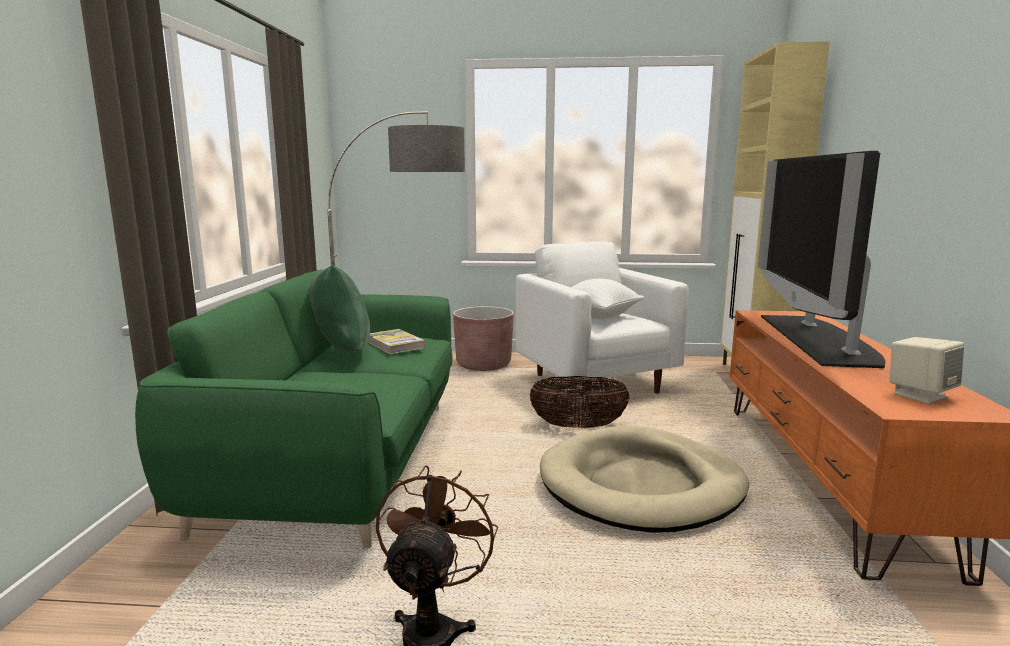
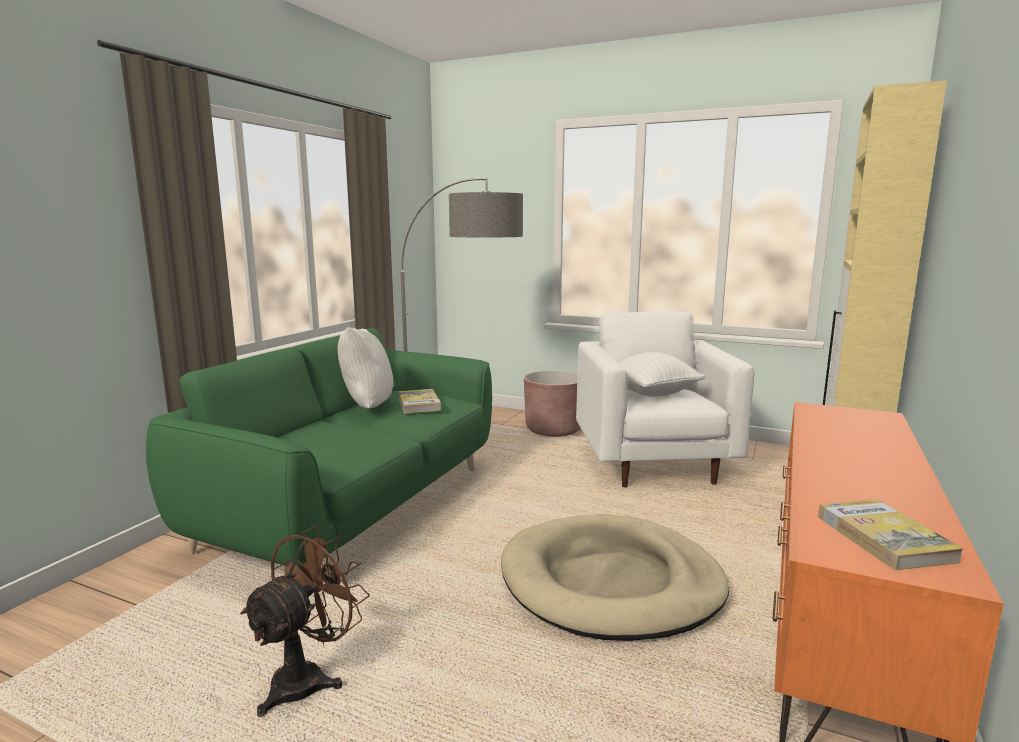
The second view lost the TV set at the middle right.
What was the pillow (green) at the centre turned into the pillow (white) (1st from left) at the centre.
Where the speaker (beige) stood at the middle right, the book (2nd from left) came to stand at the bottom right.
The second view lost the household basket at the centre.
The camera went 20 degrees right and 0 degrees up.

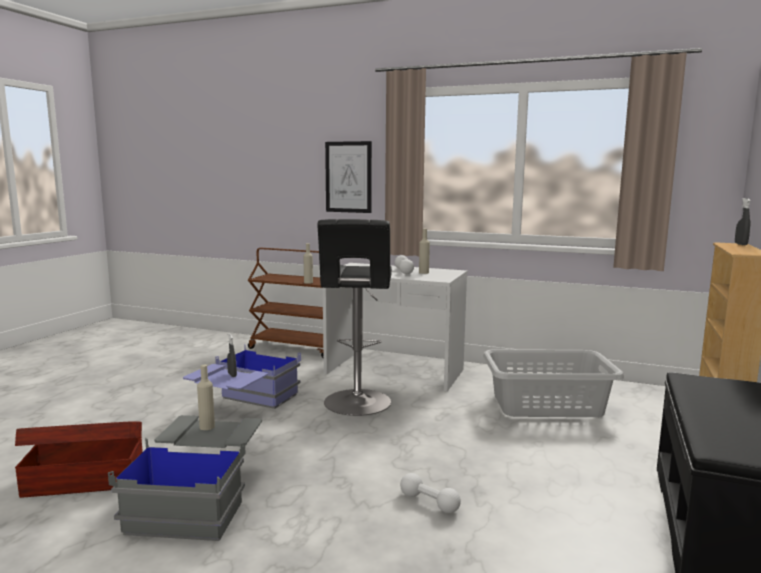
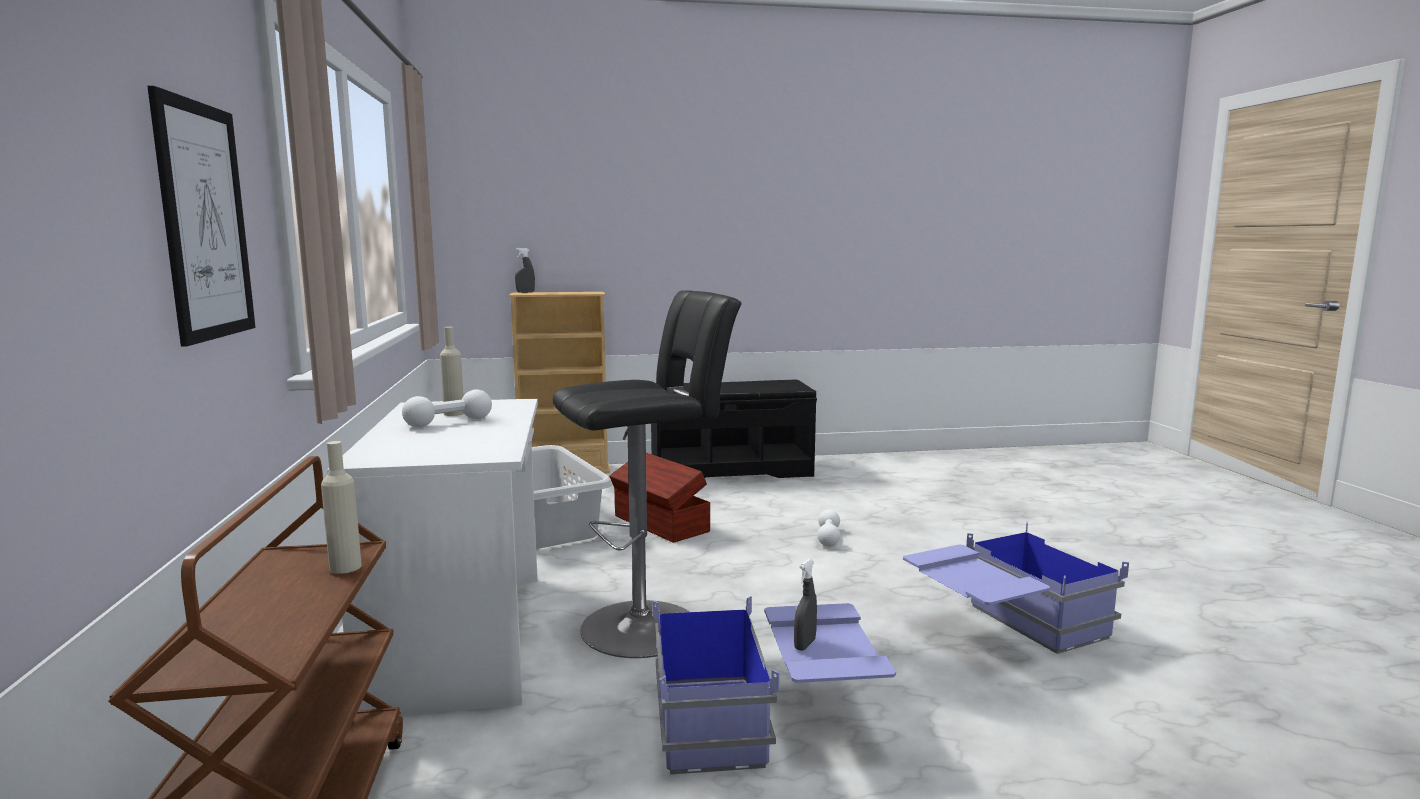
The second view lost the beverage bottle (beige) (1st from left) at the bottom left.
What was the storage box (grey) at the bottom left turned into the storage box (bluish) (2nd from left) at the bottom right.
The storage box (brown-coloured) ended up elsewhere, having gone from the bottom left to the centre.
The camera went 120 degrees left and 0 degrees up.

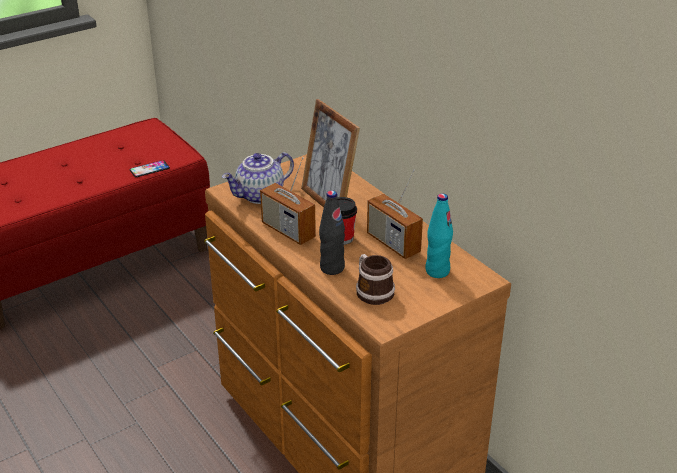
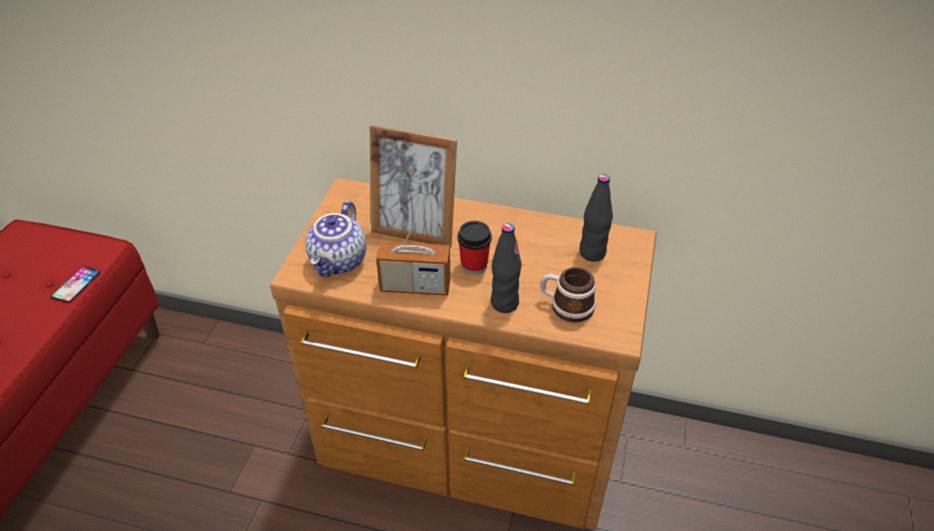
The second view lost the radio (2nd from left) at the centre.
What was the beverage bottle (blue-green) at the centre turned into the beverage bottle (black) (2nd from left) at the centre.
The camera went 40 degrees left and 10 degrees up.

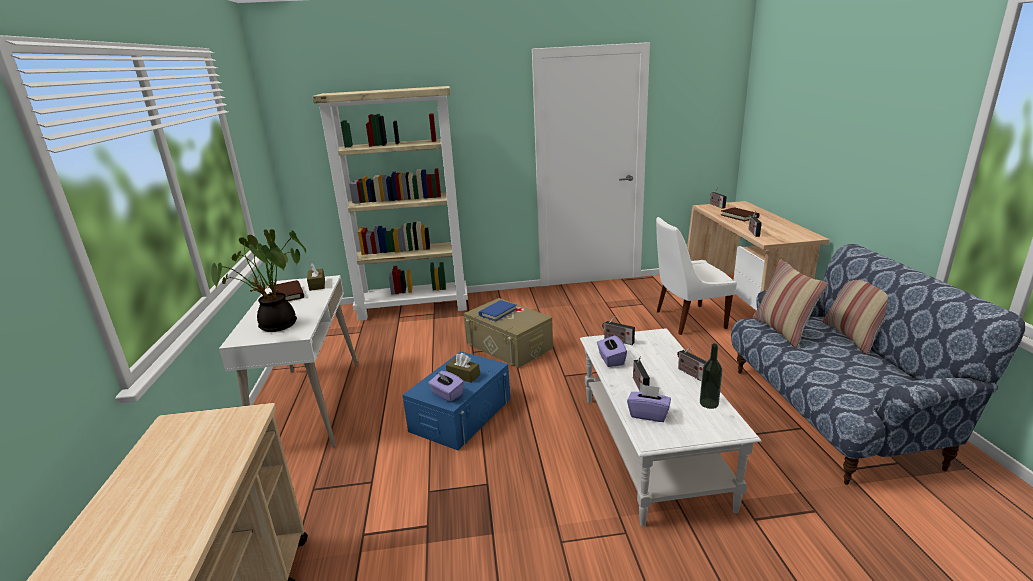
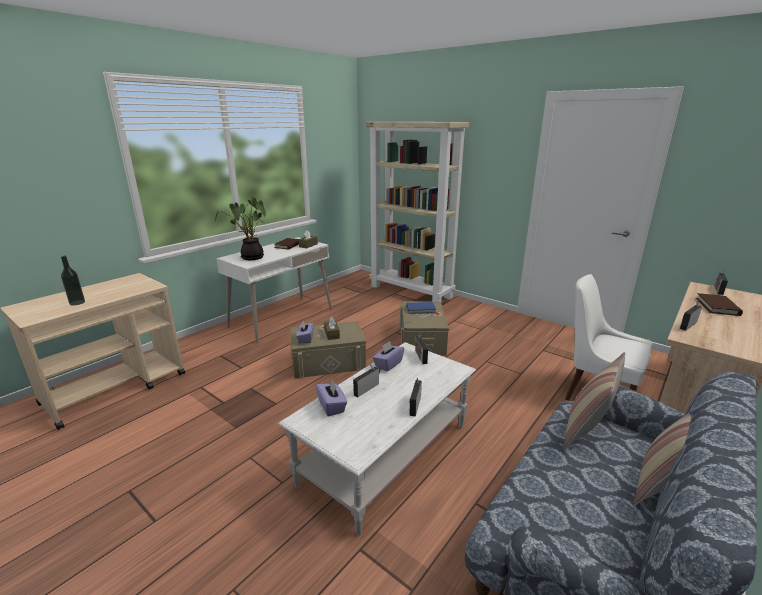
The beverage bottle ended up elsewhere, having gone from the middle right to the middle left.
What was the storage box (bluish) at the bottom centre turned into the storage box (beige) (1st from left) at the centre.
The camera went 45 degrees right and 0 degrees up.

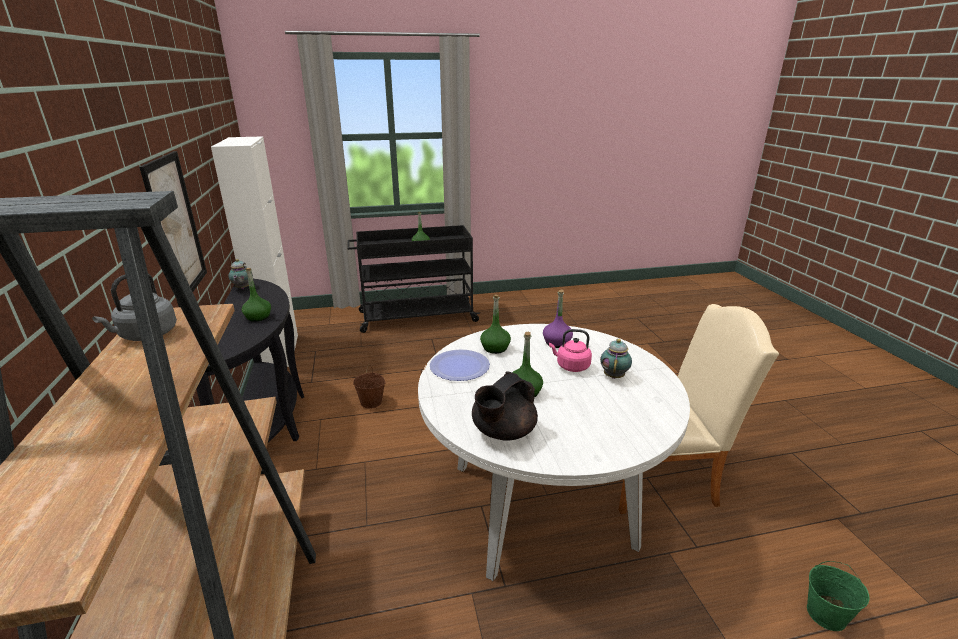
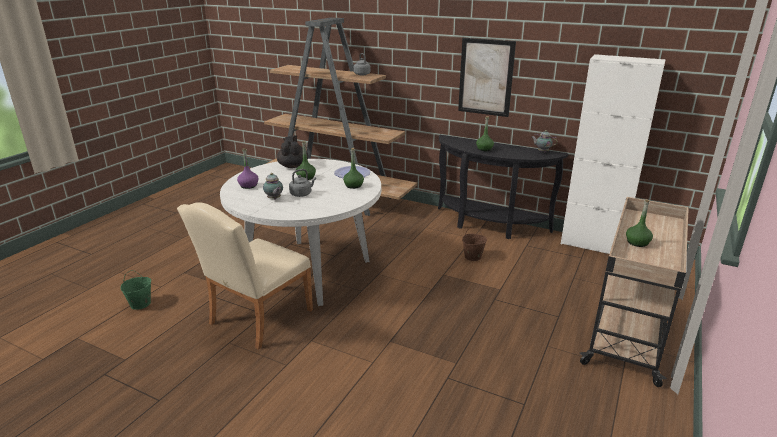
What was the trolley (black) at the centre turned into the trolley (beige) at the bottom right.
The beverage bottle (purple-coloured) ended up elsewhere, having gone from the centre to the middle left.
What was the kettle (pinkish) at the centre turned into the kettle (grey) (1st from left) at the centre.
The camera went 130 degrees right and 0 degrees up.

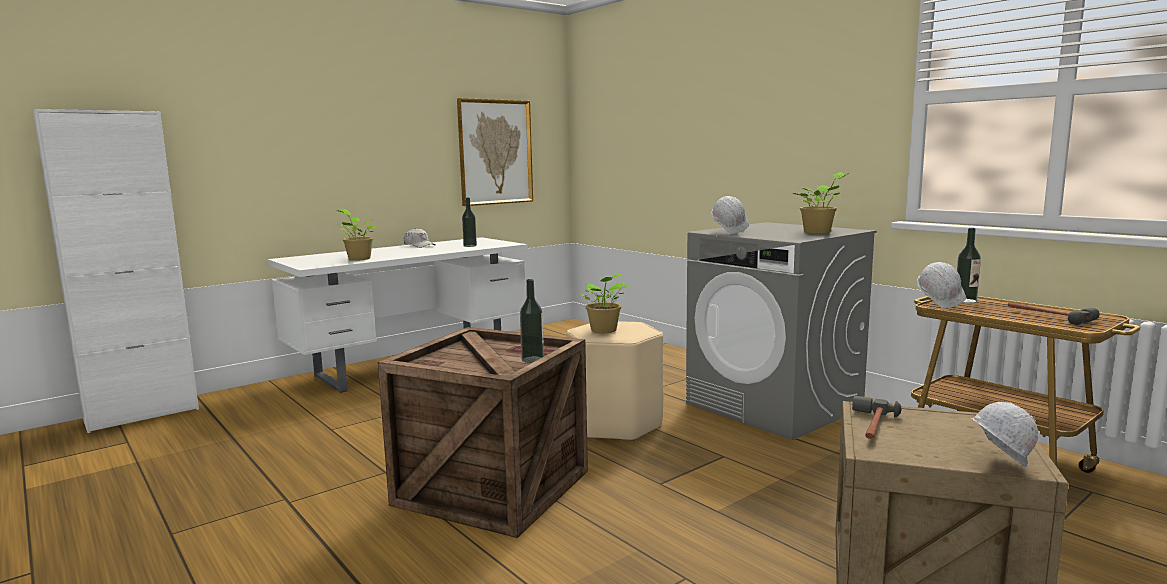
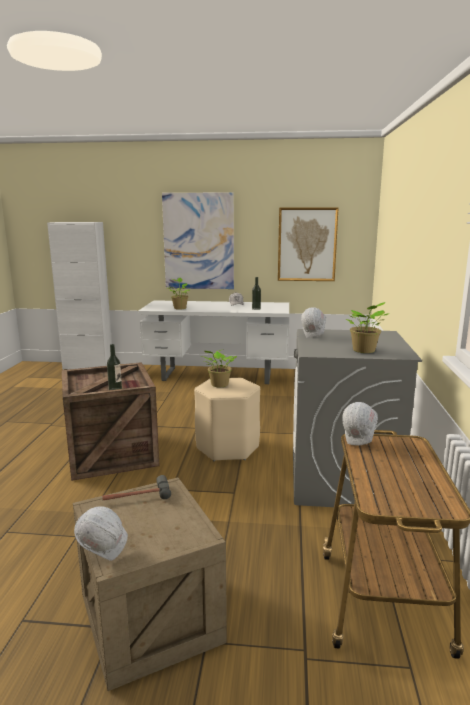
The second view lost the beverage bottle (3rd from left) at the middle right.
The second view lost the tool hammer (2nd from left) at the middle right.
The second view gained the picture (1st from left) at the centre.
The camera went 45 degrees right and 5 degrees up.

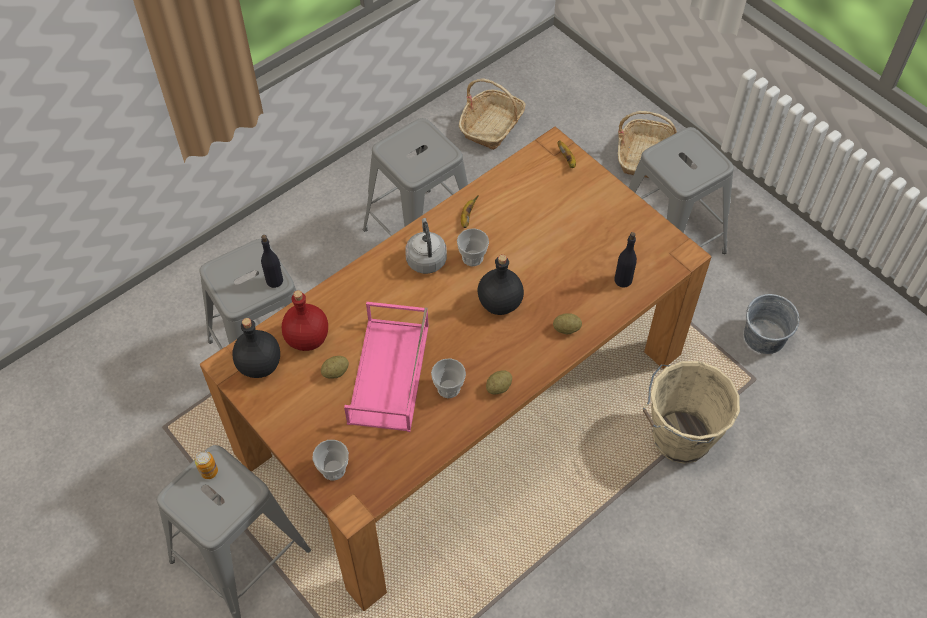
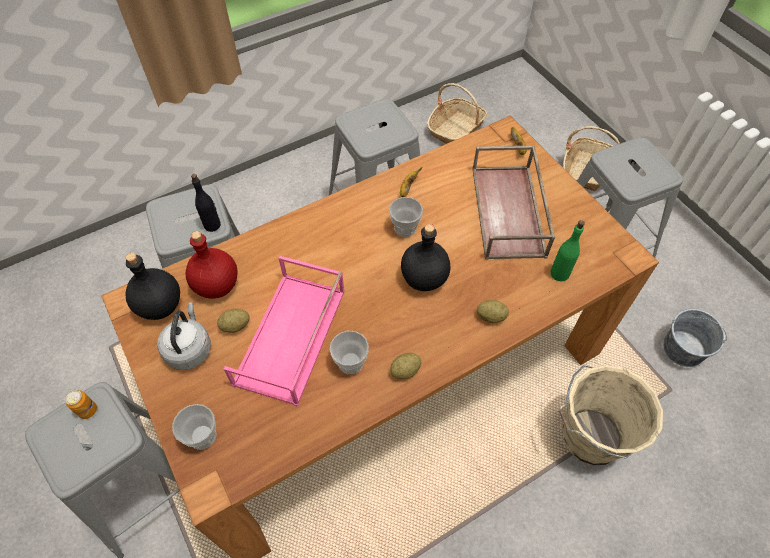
The kettle (grey) ended up elsewhere, having gone from the centre to the middle left.
What was the beverage bottle (black) (4th from left) at the middle right turned into the beverage bottle (green) at the middle right.
The second view gained the carrying tray (brown-coloured) at the centre.
The camera went 10 degrees right and 0 degrees up.

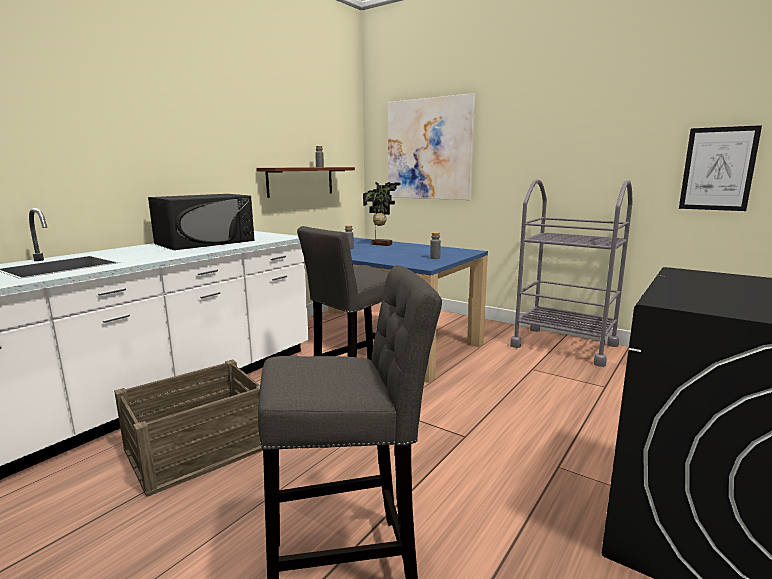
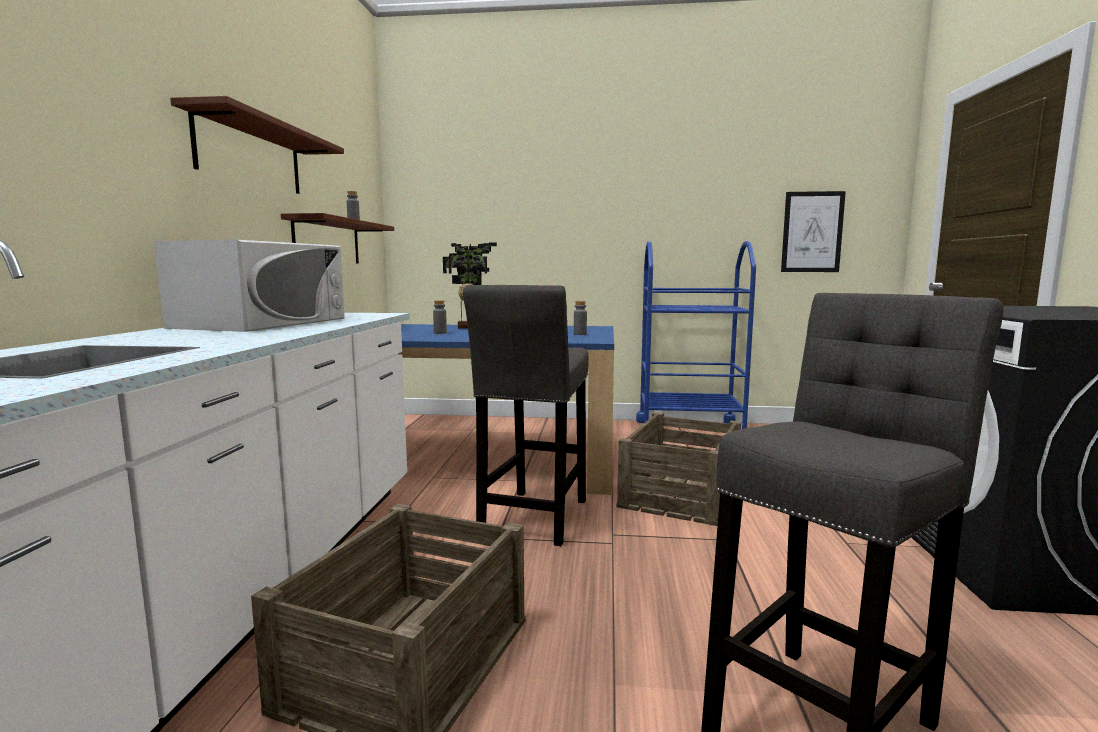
The second view lost the picture (1st from left) at the top centre.
What was the trolley (grey) at the middle right turned into the trolley (bluish) at the centre.
What was the microwave oven (black) at the middle left turned into the microwave oven (white) at the middle left.
The second view gained the shelf (brown-coloured) (1st from left) at the top left.
The second view gained the packing crate (2nd from left) at the centre.
The camera went 30 degrees left and 5 degrees down.

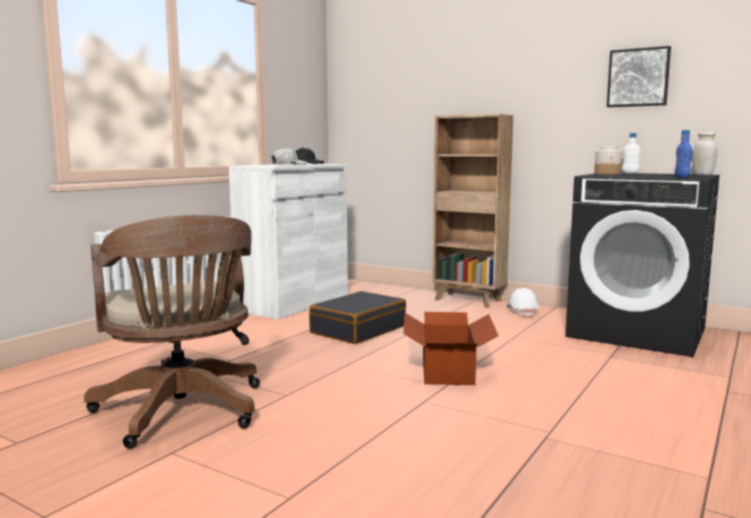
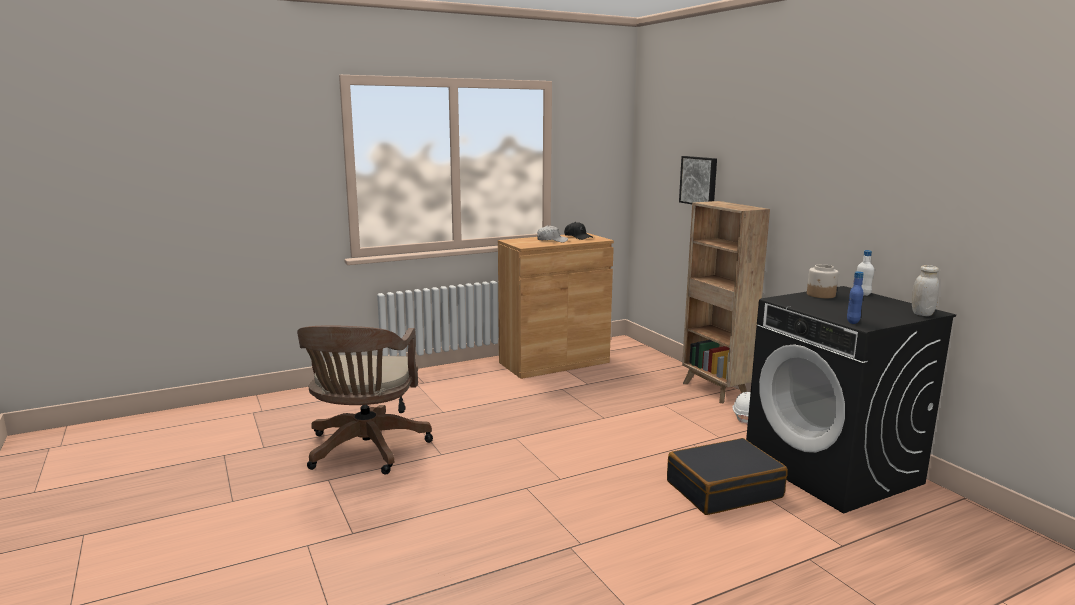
The picture ended up elsewhere, having gone from the top right to the top centre.
What was the storage cabinet (white) at the centre turned into the storage cabinet (brown-coloured) at the centre.
The travel case (black) ended up elsewhere, having gone from the centre to the bottom right.
The second view lost the carton at the bottom centre.
The camera went 30 degrees right and 5 degrees up.

